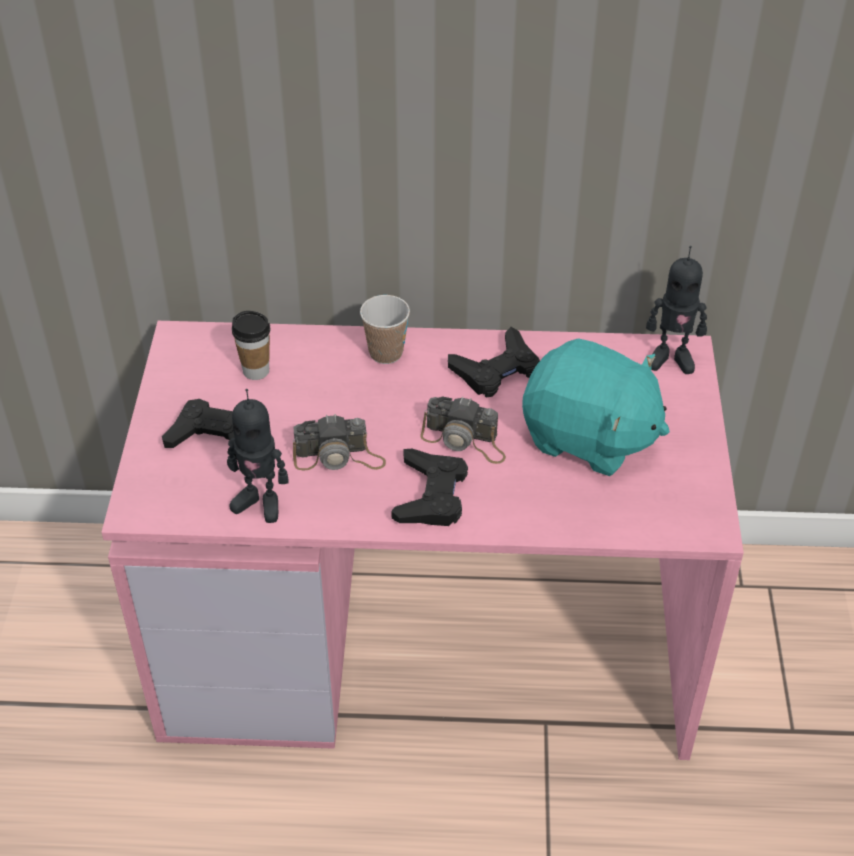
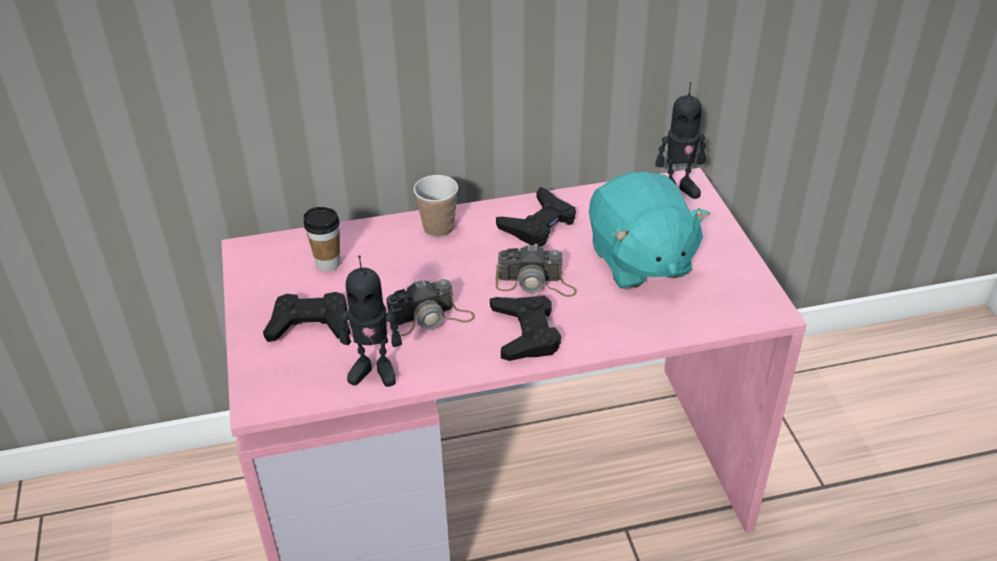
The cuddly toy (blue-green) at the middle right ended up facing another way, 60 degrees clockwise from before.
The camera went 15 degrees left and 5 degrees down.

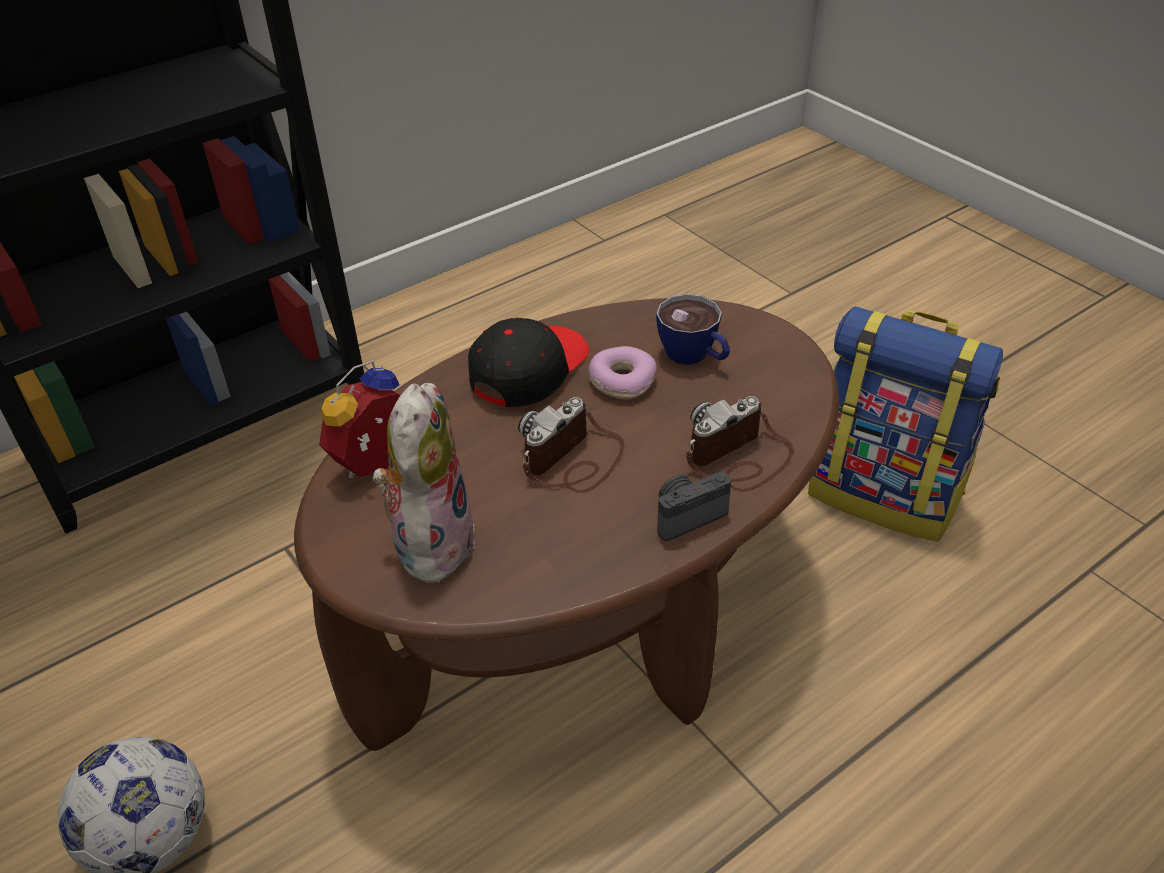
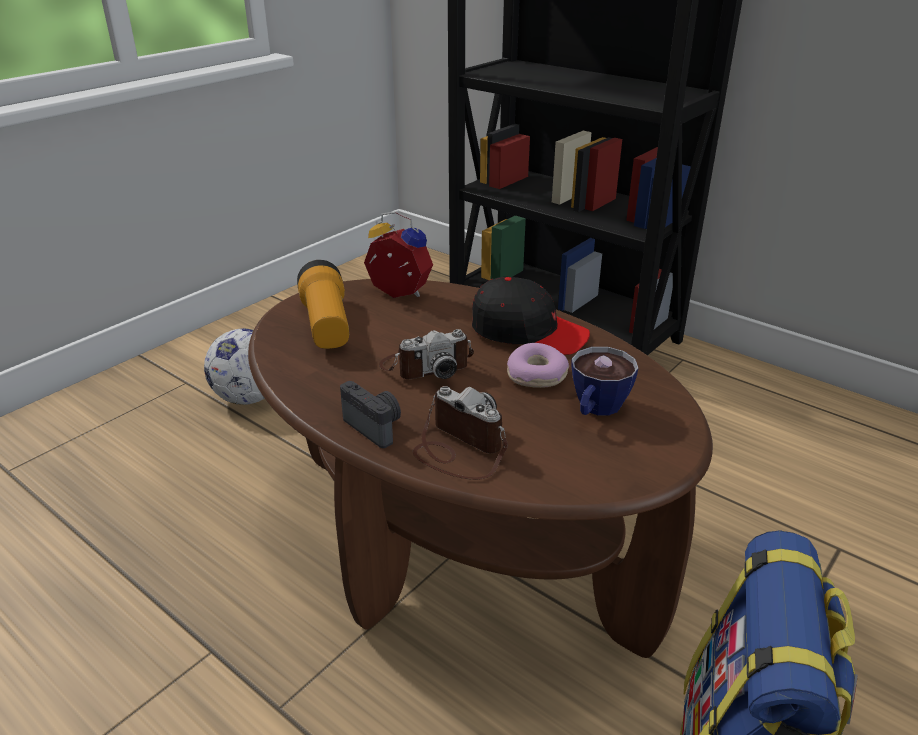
Where the cuddly toy stood at the centre, the torch came to stand at the centre.
The still camera (1st from left in the first image) at the centre ended up facing another way, 135 degrees clockwise from before.
The camera went 75 degrees right and 10 degrees down.

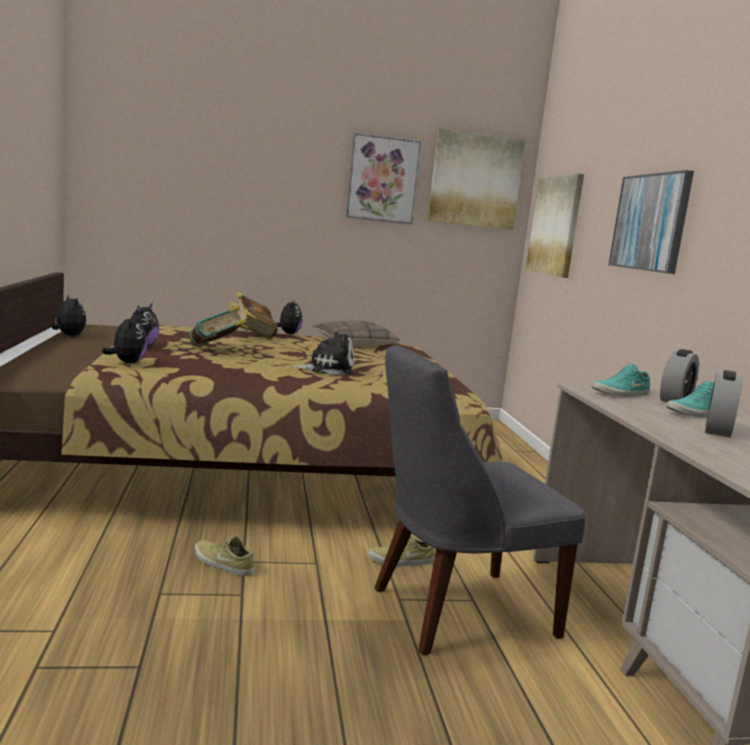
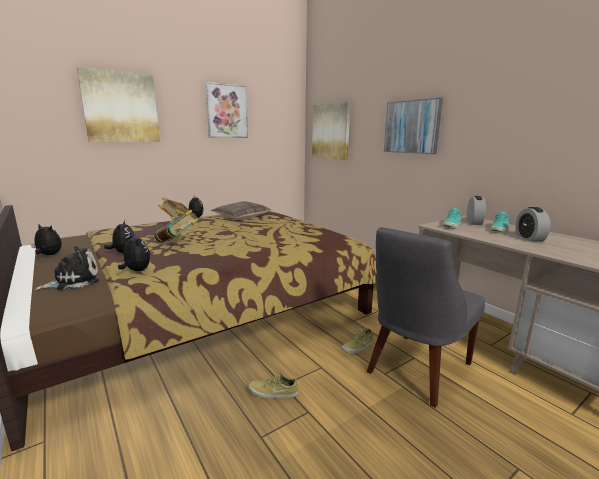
The picture (2nd from left in the first image) ended up elsewhere, having gone from the top centre to the top left.
The cuddly toy (5th from left in the first image) ended up elsewhere, having gone from the centre to the middle left.
The camera went 25 degrees left and 5 degrees up.

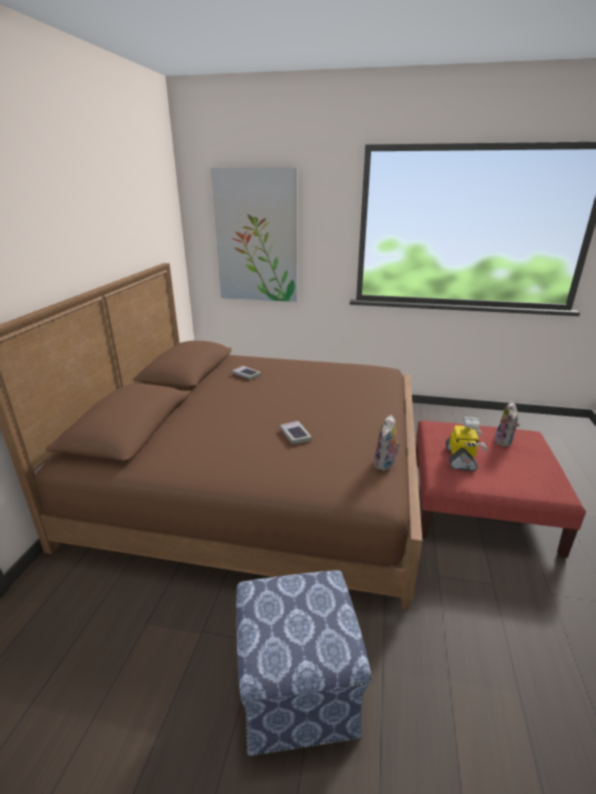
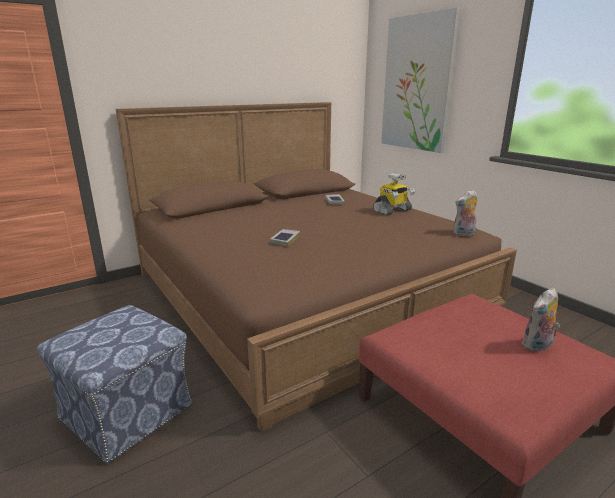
The cuddly toy (1st from left) ended up elsewhere, having gone from the centre to the middle right.
The robot figure ended up elsewhere, having gone from the middle right to the centre.
The camera went 45 degrees right and 5 degrees down.

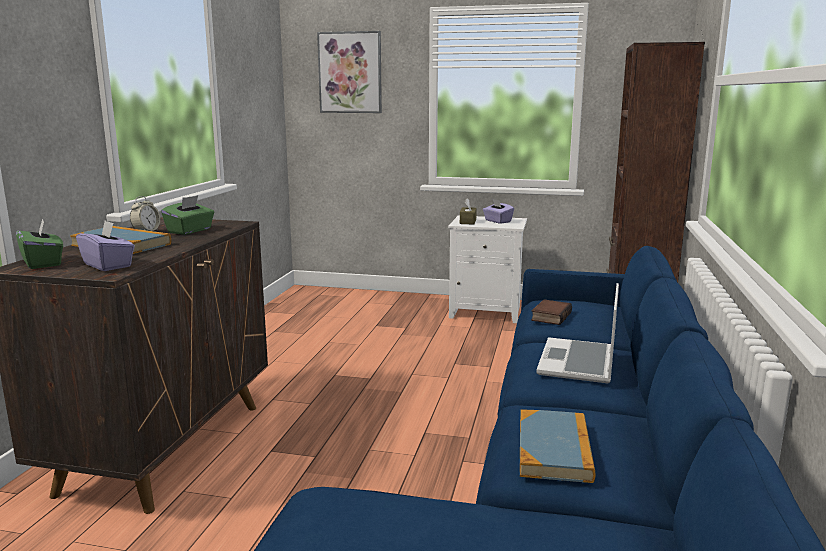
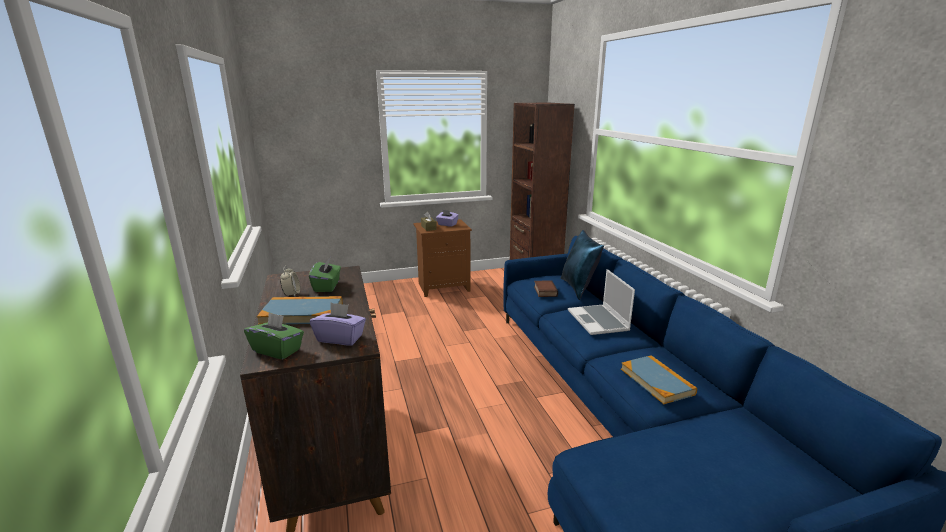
The second view lost the picture at the top centre.
What was the night table (white) at the centre turned into the night table (brown-coloured) at the centre.
The second view gained the pillow (bluish) at the centre.
The camera went 30 degrees left and 5 degrees up.

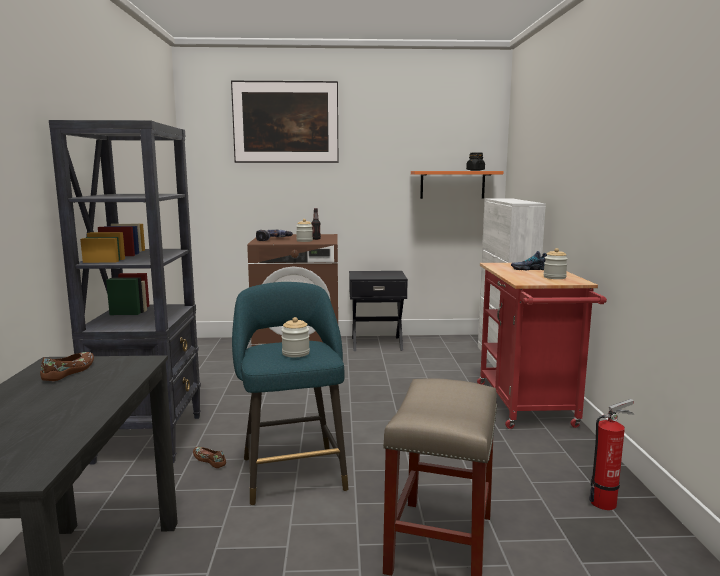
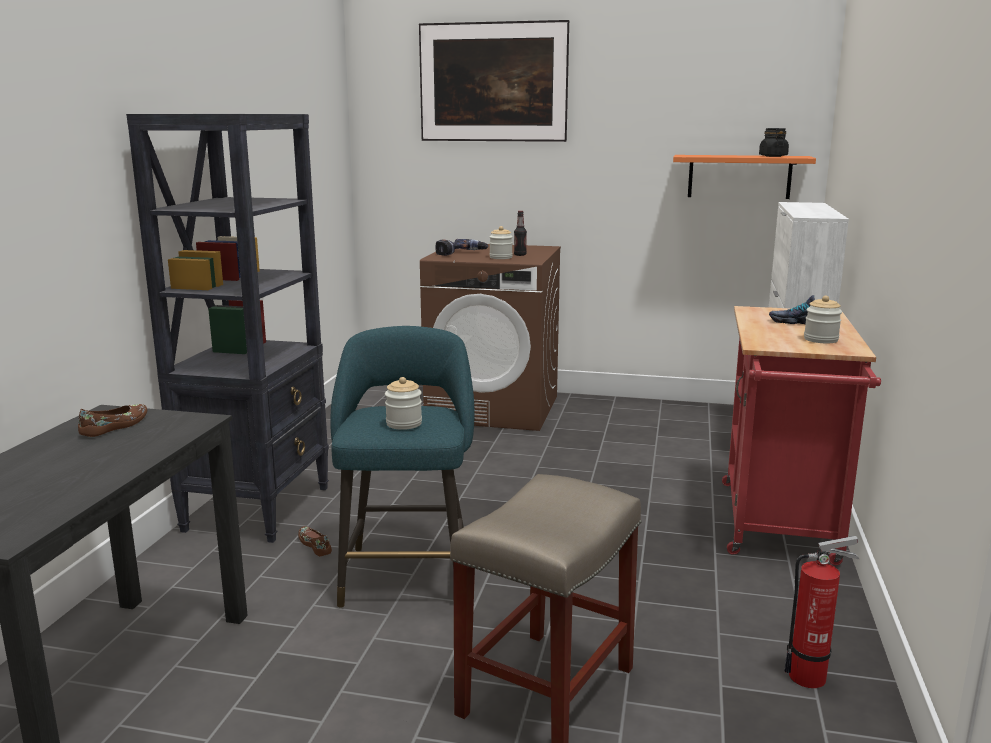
The second view lost the night table (black) at the centre.
The camera went 15 degrees right and 5 degrees up.

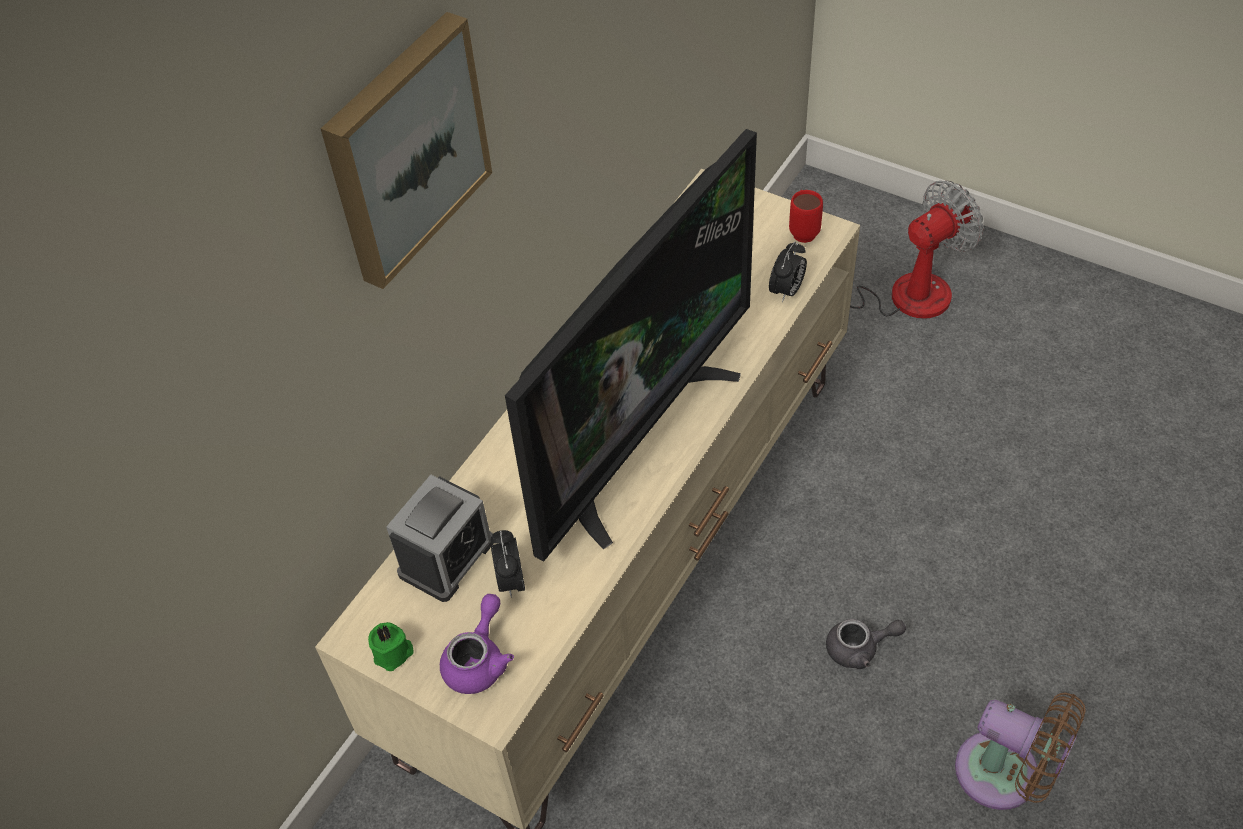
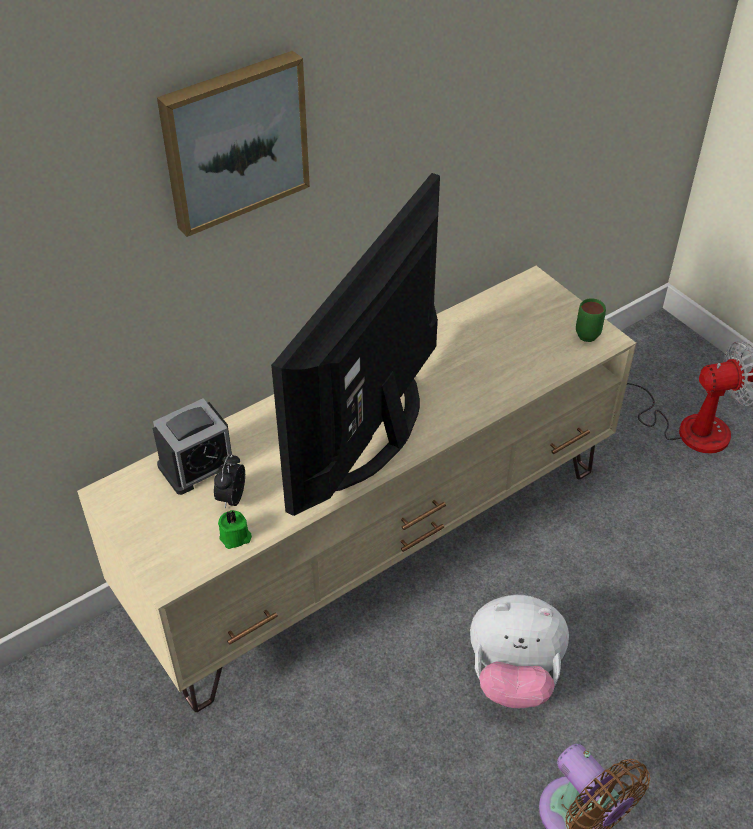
The TV set at the centre ended up facing another way, 150 degrees clockwise from before.
What was the tea mug (reddish) at the top centre turned into the tea mug (green) at the middle right.
The second view lost the table clock (3rd from left) at the top centre.
The second view lost the pot for tea (purple-coloured) at the bottom centre.
Where the pot for tea (grey) stood at the bottom right, the cuddly toy came to stand at the bottom right.
The wax candle (green) ended up elsewhere, having gone from the bottom left to the middle left.
The camera went 20 degrees right and 5 degrees down.

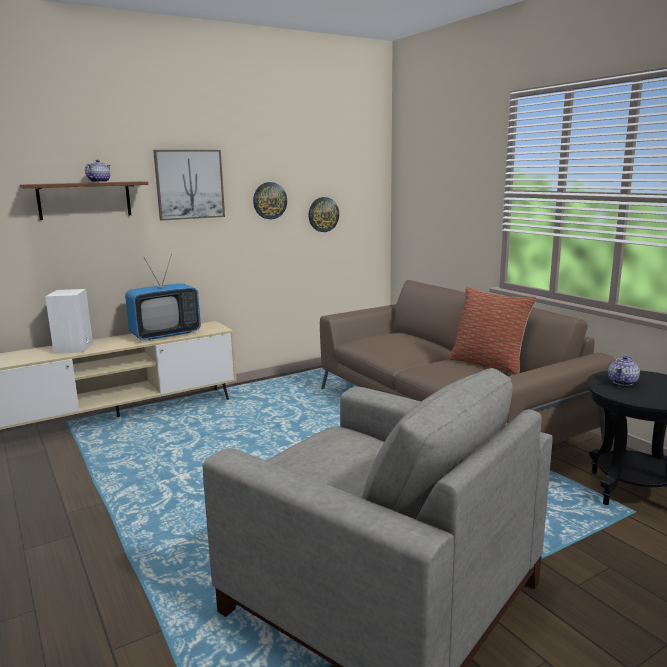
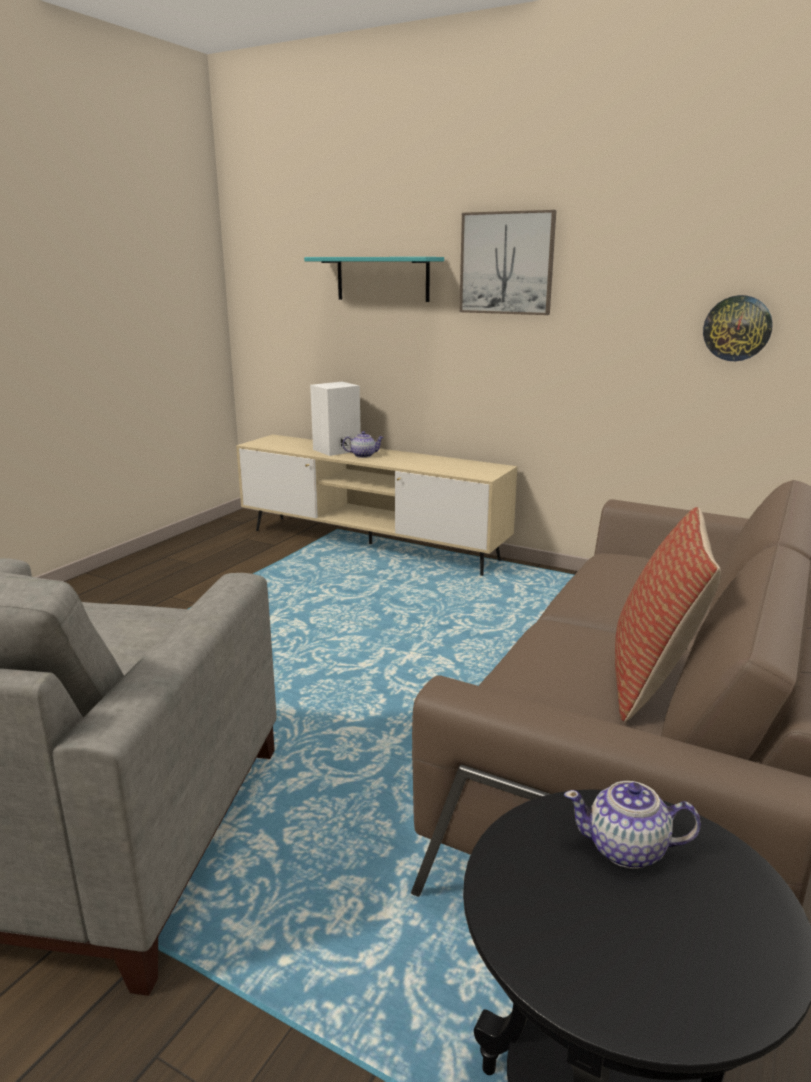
The pot for tea (1st from left) ended up elsewhere, having gone from the top left to the centre.
What was the shelf (brown-coloured) at the top left turned into the shelf (blue-green) at the top centre.
The second view lost the hanging clock (1st from left) at the top centre.
The second view lost the TV set at the middle left.
The camera went 60 degrees right and 5 degrees up.

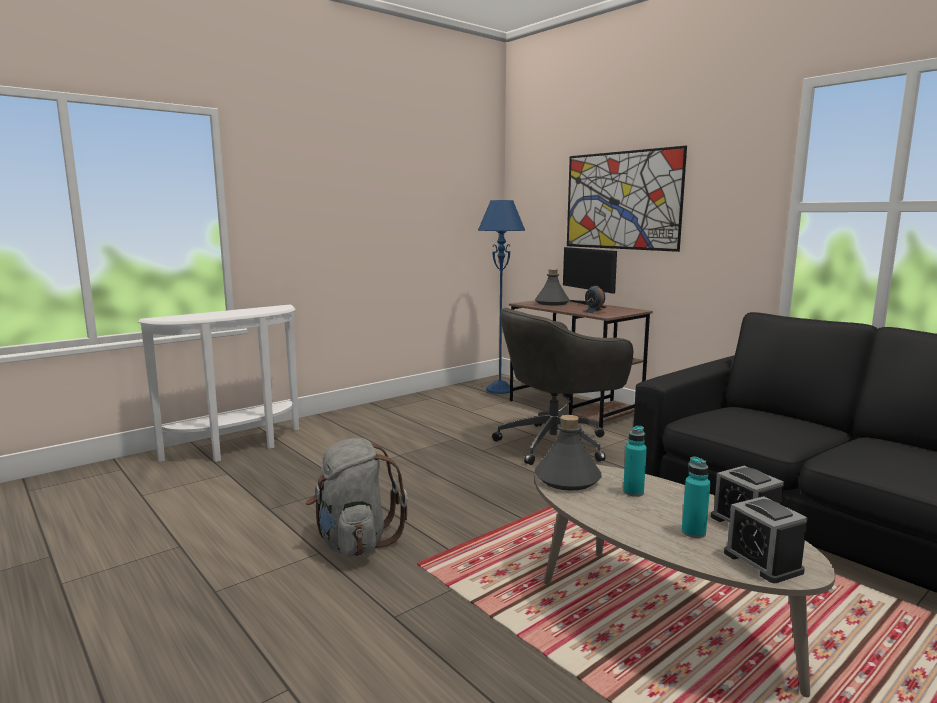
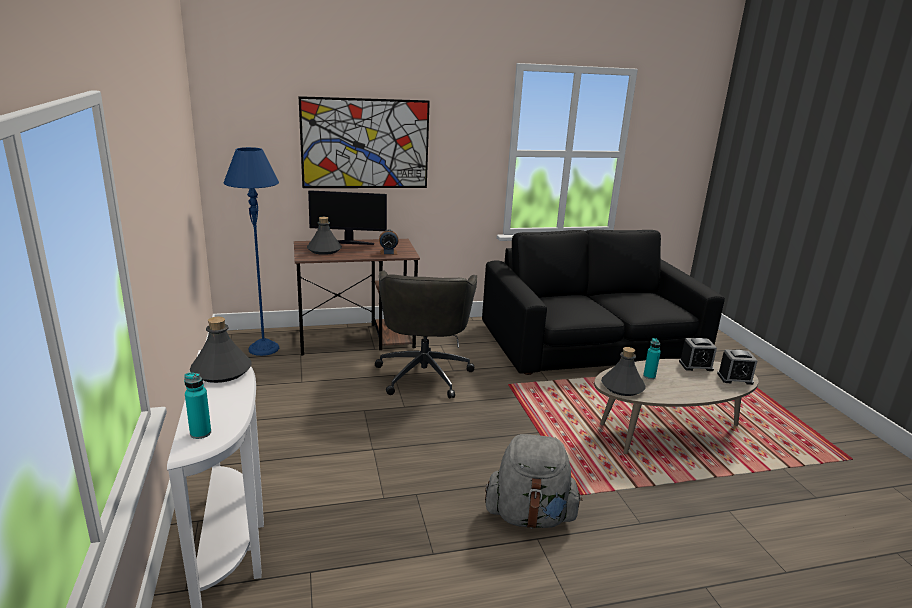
The beverage bottle (blue-green) (2nd from left in the first image) ended up elsewhere, having gone from the bottom right to the bottom left.
The second view gained the beverage bottle (grey) (1st from left) at the middle left.
The camera went 65 degrees left and 10 degrees up.

